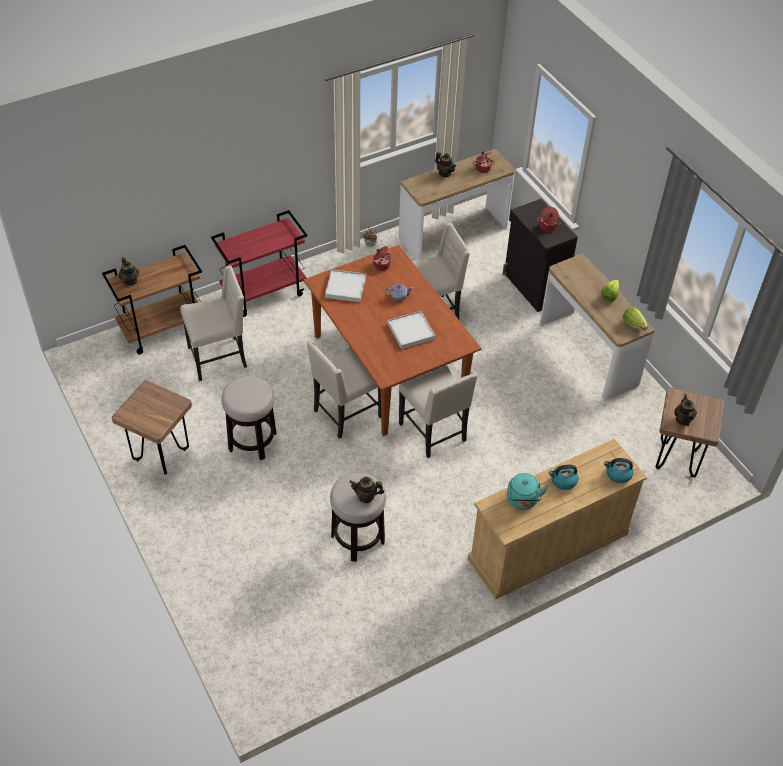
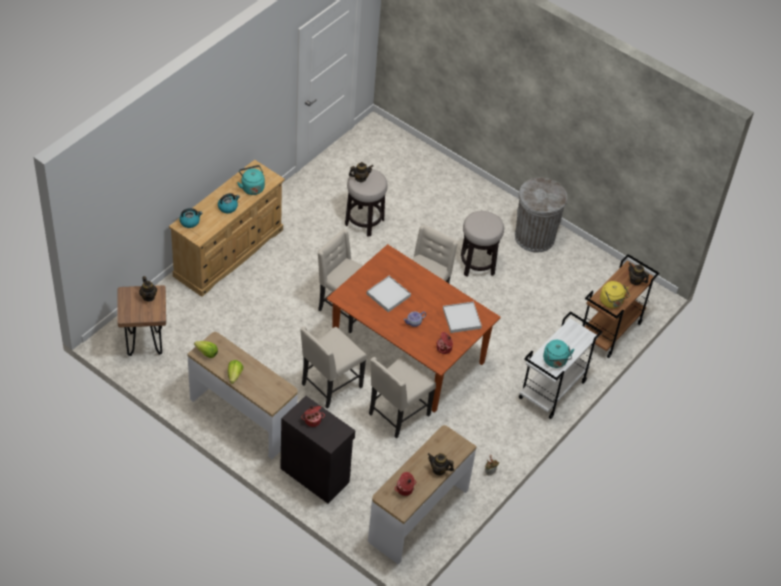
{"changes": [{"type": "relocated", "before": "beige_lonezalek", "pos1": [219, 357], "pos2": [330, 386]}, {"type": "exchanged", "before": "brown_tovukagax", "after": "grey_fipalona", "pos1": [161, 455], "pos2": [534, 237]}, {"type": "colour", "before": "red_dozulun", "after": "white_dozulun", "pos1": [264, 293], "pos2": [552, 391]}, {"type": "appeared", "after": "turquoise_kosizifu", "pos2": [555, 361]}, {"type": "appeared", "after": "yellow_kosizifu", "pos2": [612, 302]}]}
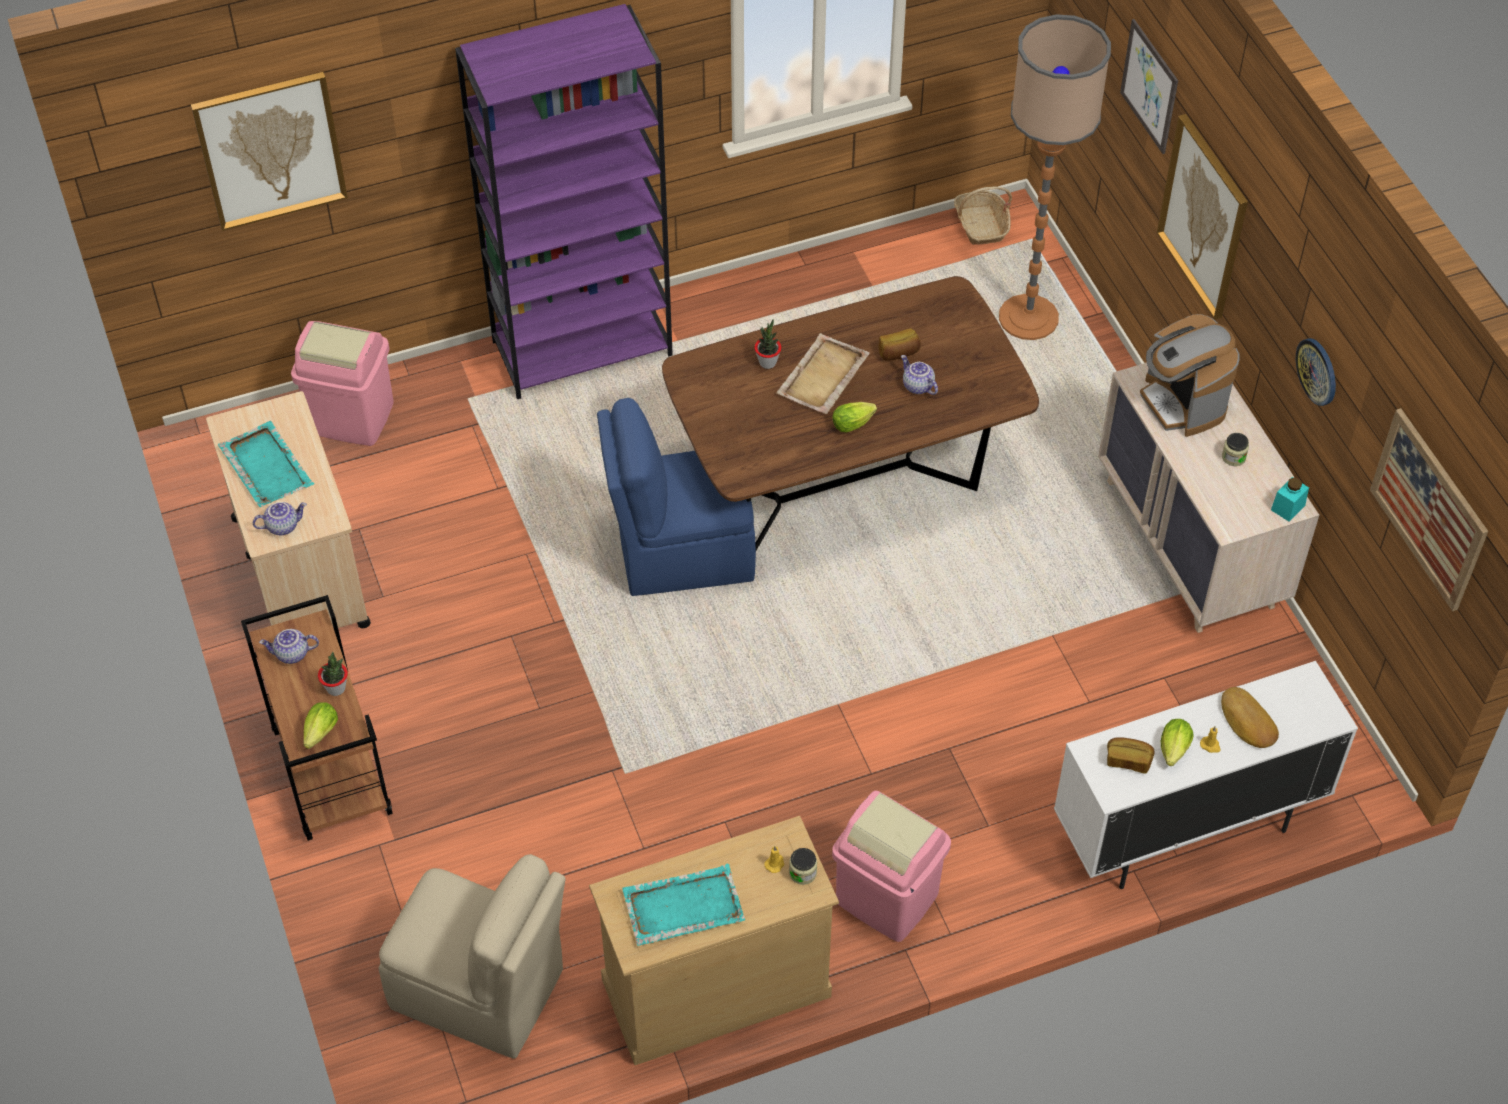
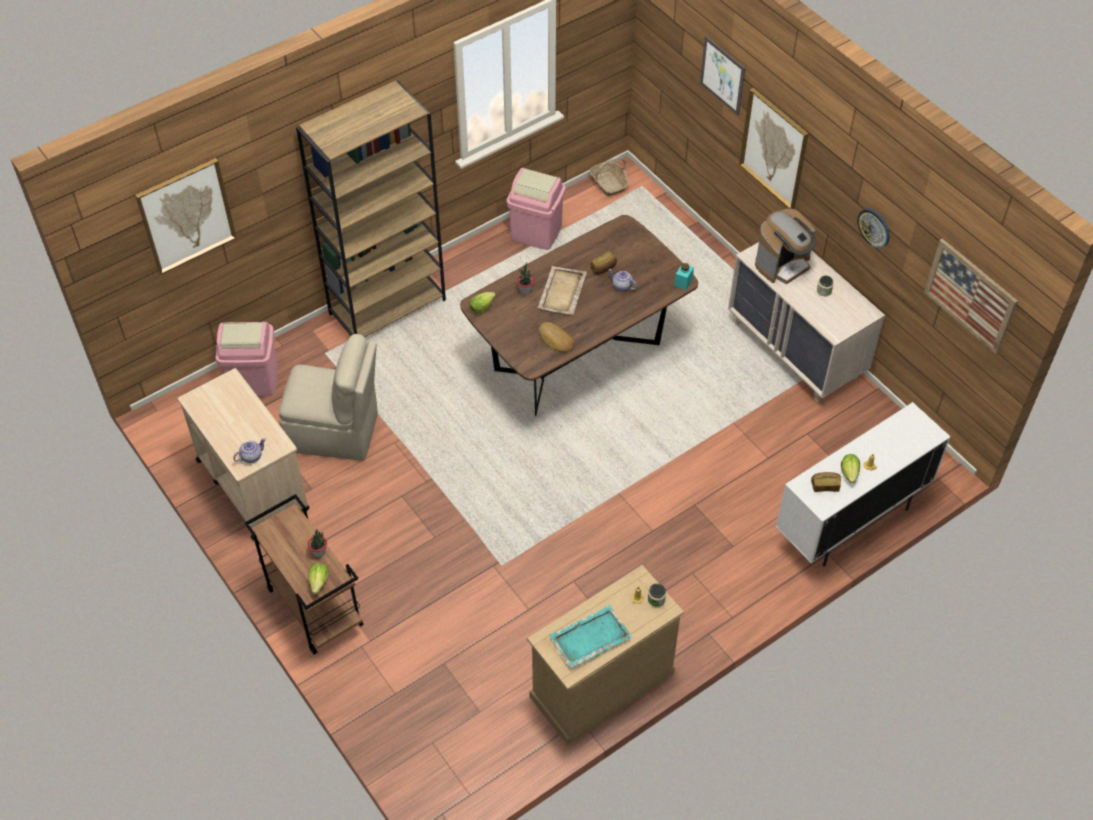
{"changes": [{"type": "relocated", "before": "beige_lonezalek", "pos1": [481, 991], "pos2": [335, 432]}, {"type": "colour", "before": "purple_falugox", "after": "brown_falugox", "pos1": [583, 347], "pos2": [388, 306]}, {"type": "relocated", "before": "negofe", "pos1": [854, 423], "pos2": [483, 306]}, {"type": "relocated", "before": "pink_fipalona", "pos1": [887, 897], "pos2": [536, 232]}, {"type": "relocated", "before": "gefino", "pos1": [1246, 722], "pos2": [555, 340]}, {"type": "relocated", "before": "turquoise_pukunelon", "pos1": [1288, 507], "pos2": [683, 282]}, {"type": "spun", "before": "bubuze", "pos1": [1182, 403], "pos2": [783, 264], "turn": -90}, {"type": "missing", "before": "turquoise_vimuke", "pos1": [266, 466]}, {"type": "missing", "before": "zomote", "pos1": [292, 654]}, {"type": "missing", "before": "blue_lonezalek", "pos1": [681, 551]}, {"type": "missing", "before": "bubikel", "pos1": [1028, 318]}]}
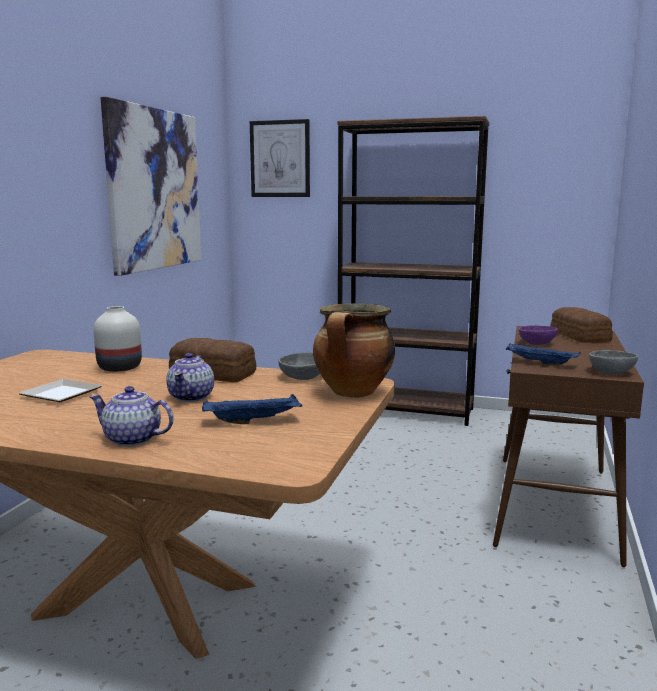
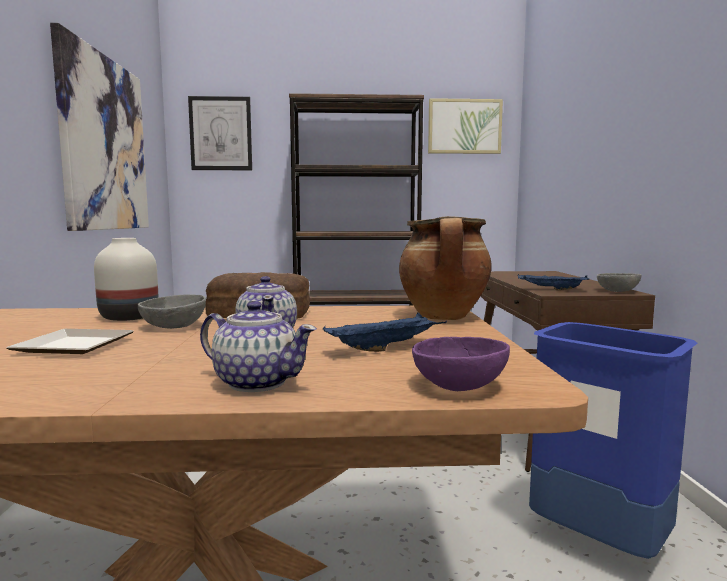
{"changes": [{"type": "relocated", "before": "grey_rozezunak", "pos1": [302, 378], "pos2": [173, 327]}, {"type": "spun", "before": "zomote", "pos1": [133, 439], "pos2": [256, 382], "turn": -150}, {"type": "relocated", "before": "purple_rozezunak", "pos1": [536, 343], "pos2": [457, 385]}, {"type": "appeared", "after": "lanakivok", "pos2": [464, 126]}, {"type": "appeared", "after": "blue_fipalona", "pos2": [598, 542]}, {"type": "missing", "before": "gefino", "pos1": [579, 336]}]}
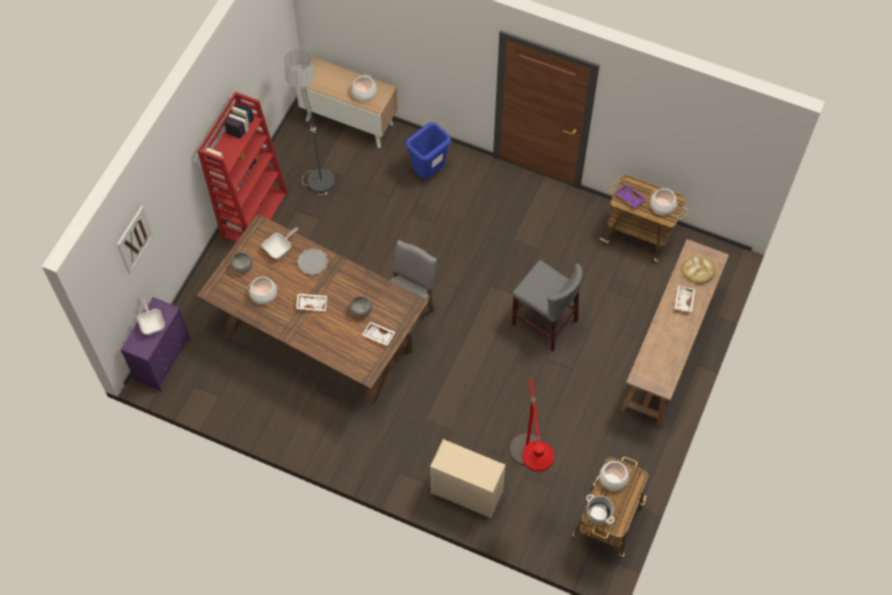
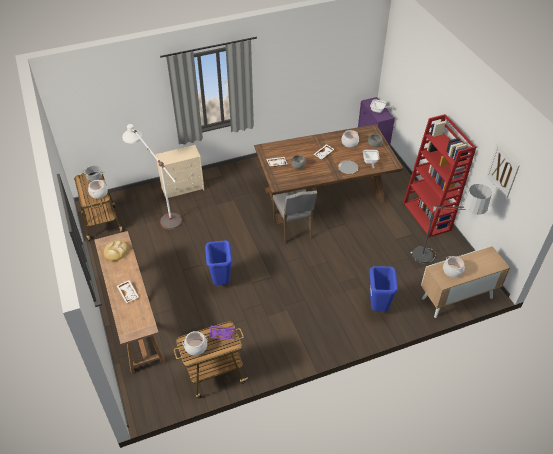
{"changes": [{"type": "relocated", "before": "gefino", "pos1": [698, 270], "pos2": [116, 251]}, {"type": "colour", "before": "red_bubikel", "after": "white_bubikel", "pos1": [527, 473], "pos2": [161, 214]}, {"type": "exchanged", "before": "grey_tovukagax", "after": "blue_fipalona", "pos1": [544, 322], "pos2": [221, 281]}, {"type": "relocated", "before": "lanakivok", "pos1": [134, 239], "pos2": [503, 170]}]}
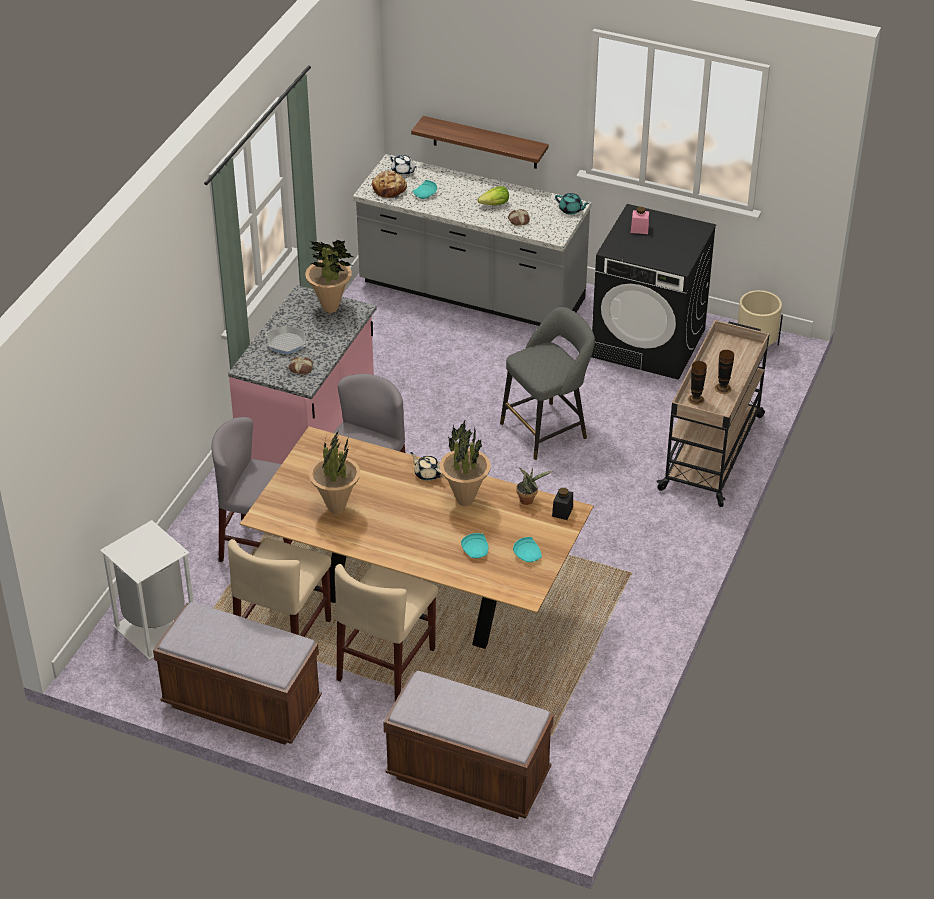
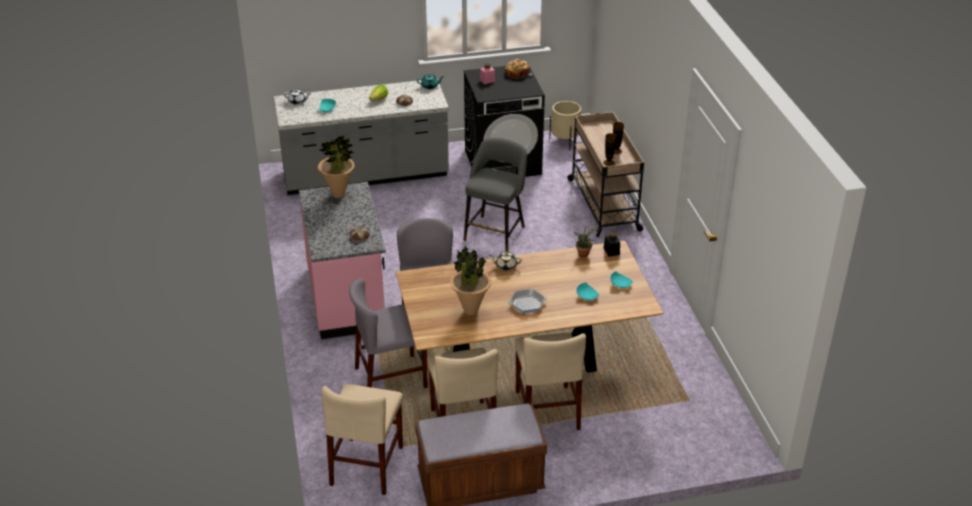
{"changes": [{"type": "exchanged", "before": "white_fipalona", "after": "beige_lonezalek", "pos1": [154, 627], "pos2": [367, 465]}, {"type": "relocated", "before": "gefino", "pos1": [390, 190], "pos2": [517, 73]}, {"type": "relocated", "before": "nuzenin", "pos1": [286, 343], "pos2": [527, 304]}, {"type": "missing", "before": "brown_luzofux", "pos1": [468, 776]}, {"type": "missing", "before": "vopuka", "pos1": [485, 143]}, {"type": "missing", "before": "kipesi", "pos1": [464, 500]}]}
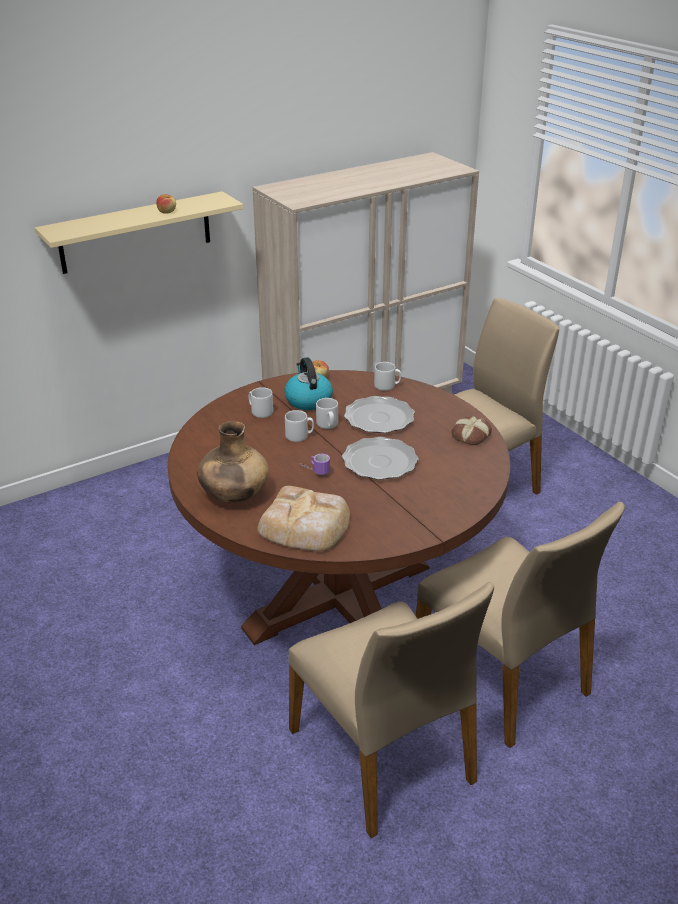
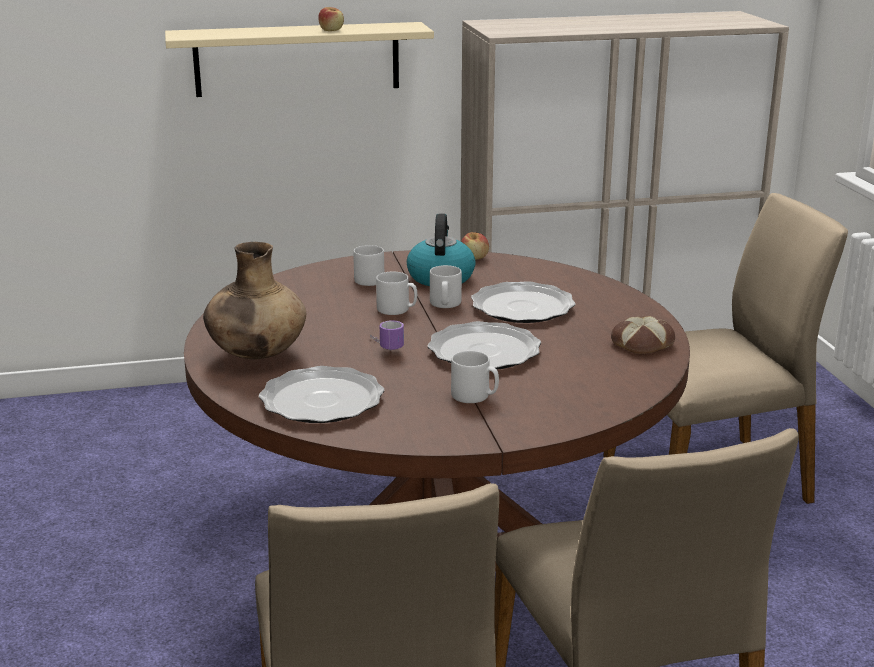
{"changes": [{"type": "exchanged", "before": "gefino", "after": "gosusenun", "pos1": [306, 526], "pos2": [322, 401]}, {"type": "relocated", "before": "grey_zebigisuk", "pos1": [387, 386], "pos2": [475, 396]}]}
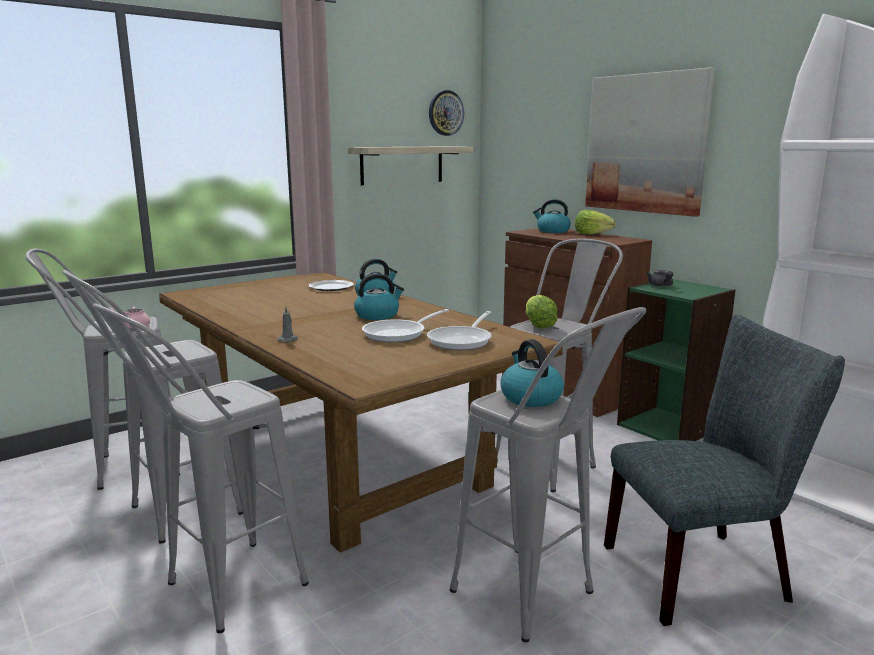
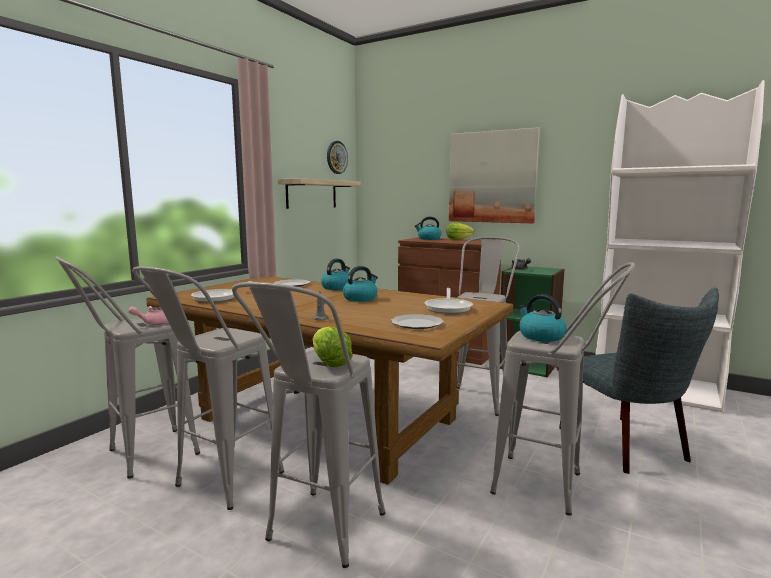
{"changes": [{"type": "relocated", "before": "nuzenin", "pos1": [399, 334], "pos2": [218, 297]}, {"type": "relocated", "before": "negofe", "pos1": [538, 325], "pos2": [330, 363]}, {"type": "appeared", "after": "gosusenun", "pos2": [417, 324]}, {"type": "spun", "before": "grey_lonezalek", "pos1": [705, 572], "pos2": [629, 447], "turn": 105}]}
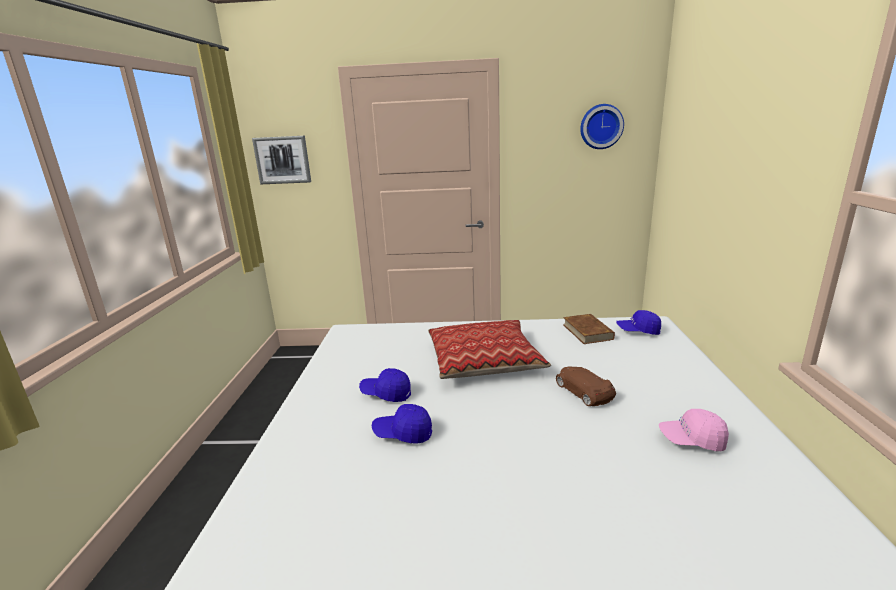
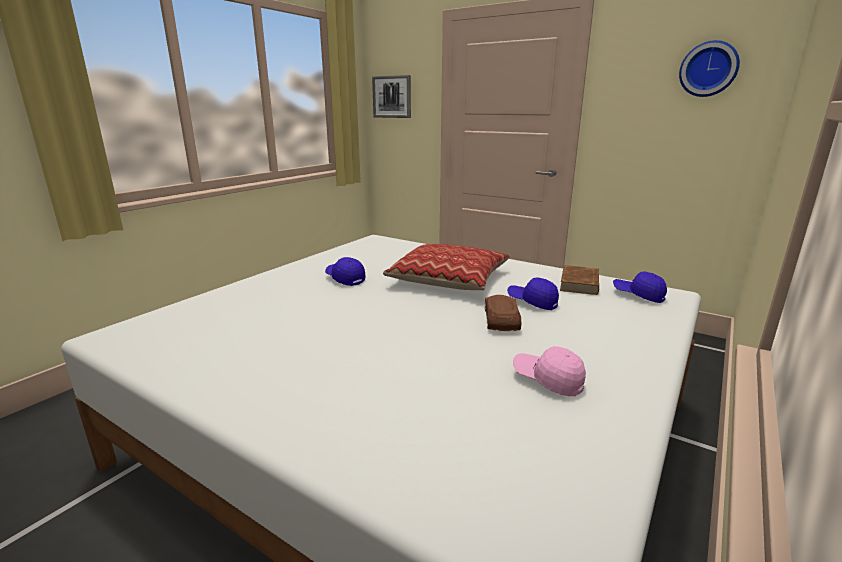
{"changes": [{"type": "relocated", "before": "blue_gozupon", "pos1": [403, 433], "pos2": [532, 302]}]}
